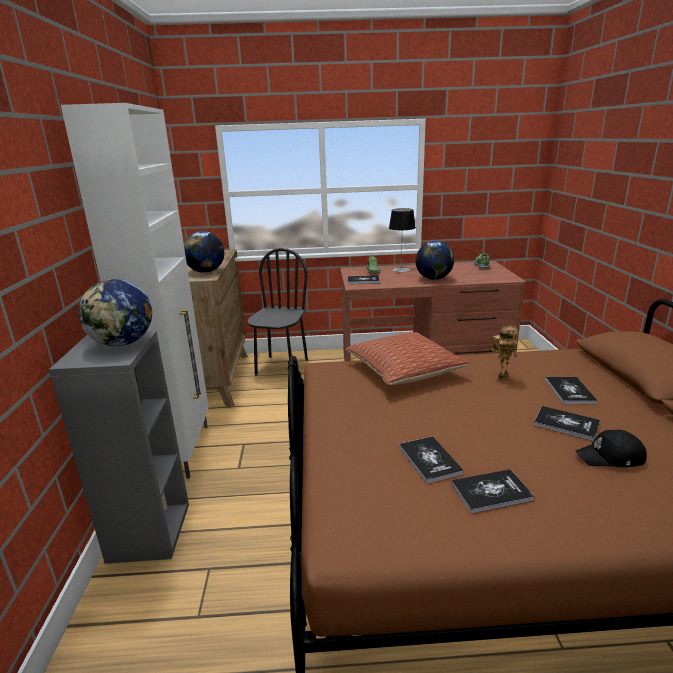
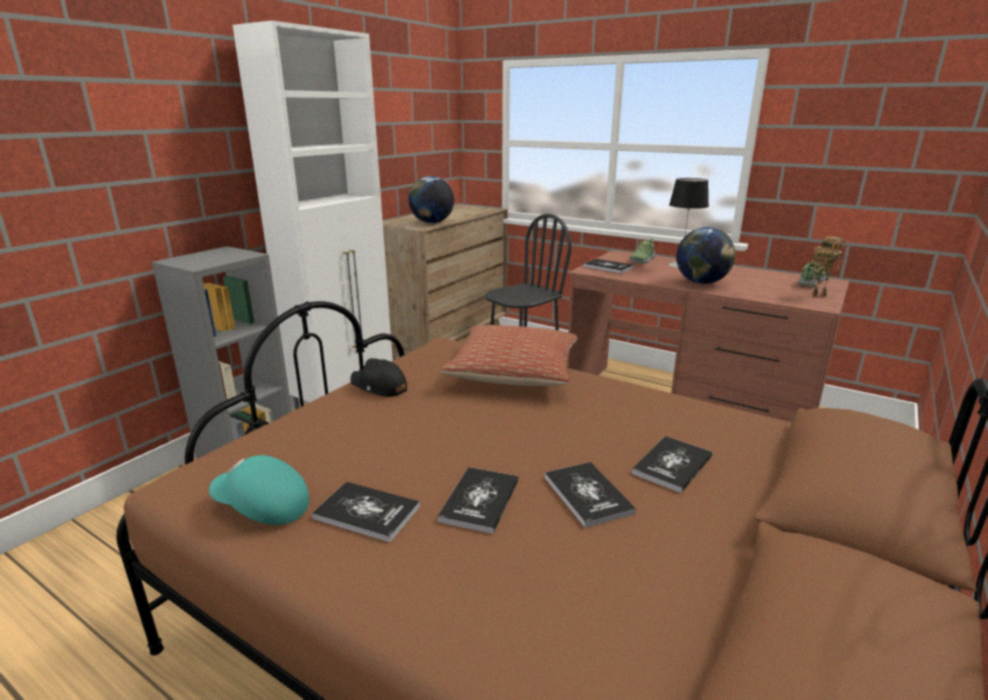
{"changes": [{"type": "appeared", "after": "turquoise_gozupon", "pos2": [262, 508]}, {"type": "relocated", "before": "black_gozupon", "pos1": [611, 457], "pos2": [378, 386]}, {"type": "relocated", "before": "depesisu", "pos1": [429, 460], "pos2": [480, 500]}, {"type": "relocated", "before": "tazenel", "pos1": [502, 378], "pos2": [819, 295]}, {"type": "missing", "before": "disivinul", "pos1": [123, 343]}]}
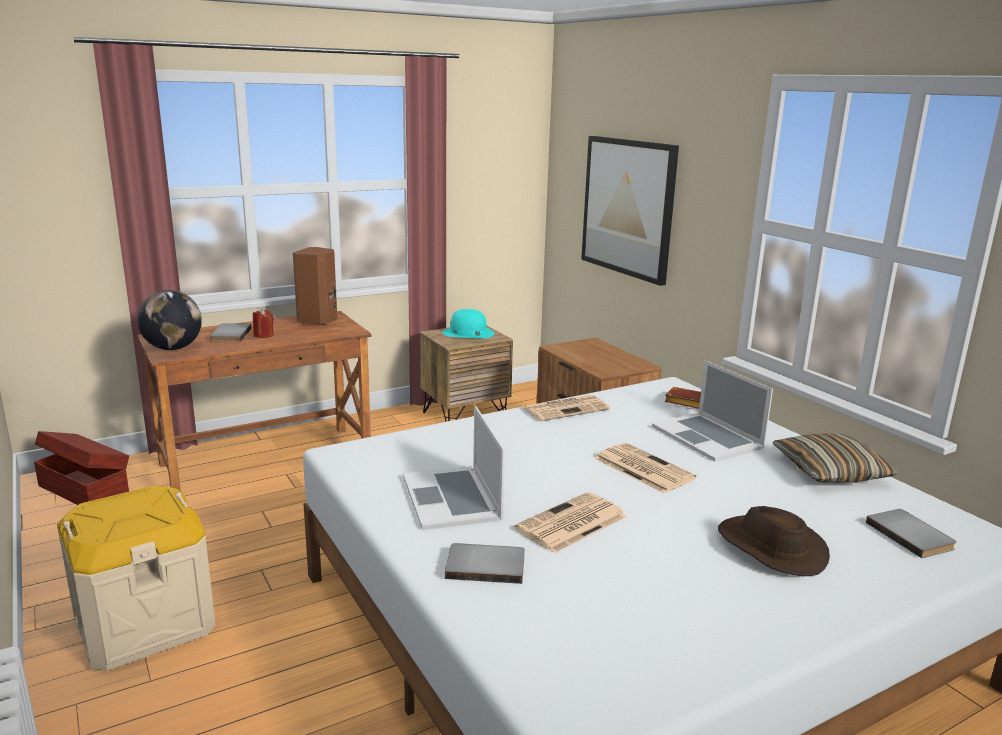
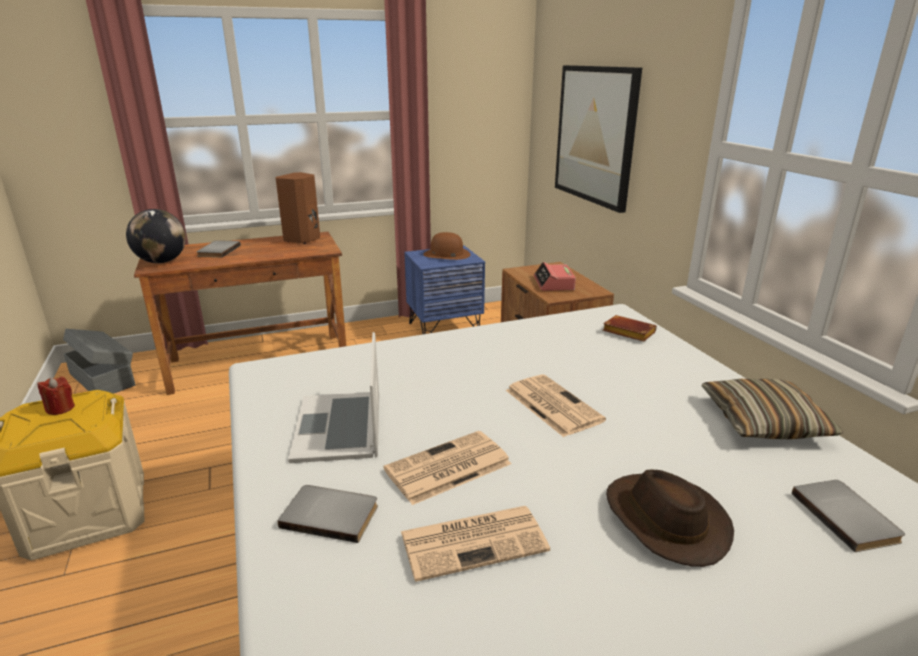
{"changes": [{"type": "relocated", "before": "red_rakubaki", "pos1": [263, 335], "pos2": [60, 408]}, {"type": "colour", "before": "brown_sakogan", "after": "grey_sakogan", "pos1": [84, 489], "pos2": [103, 379]}, {"type": "relocated", "before": "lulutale", "pos1": [566, 408], "pos2": [475, 541]}, {"type": "colour", "before": "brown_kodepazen", "after": "blue_kodepazen", "pos1": [464, 416], "pos2": [444, 329]}, {"type": "colour", "before": "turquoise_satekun", "after": "brown_satekun", "pos1": [468, 333], "pos2": [446, 254]}, {"type": "appeared", "after": "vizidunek", "pos2": [554, 284]}, {"type": "missing", "before": "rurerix", "pos1": [707, 437]}]}
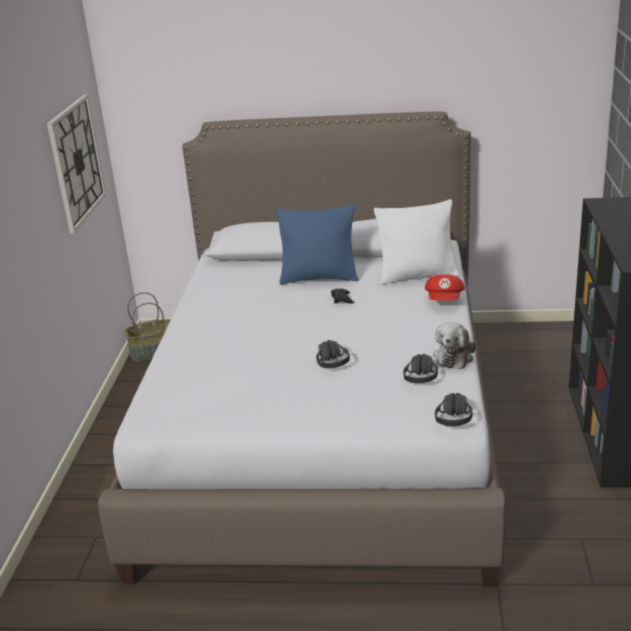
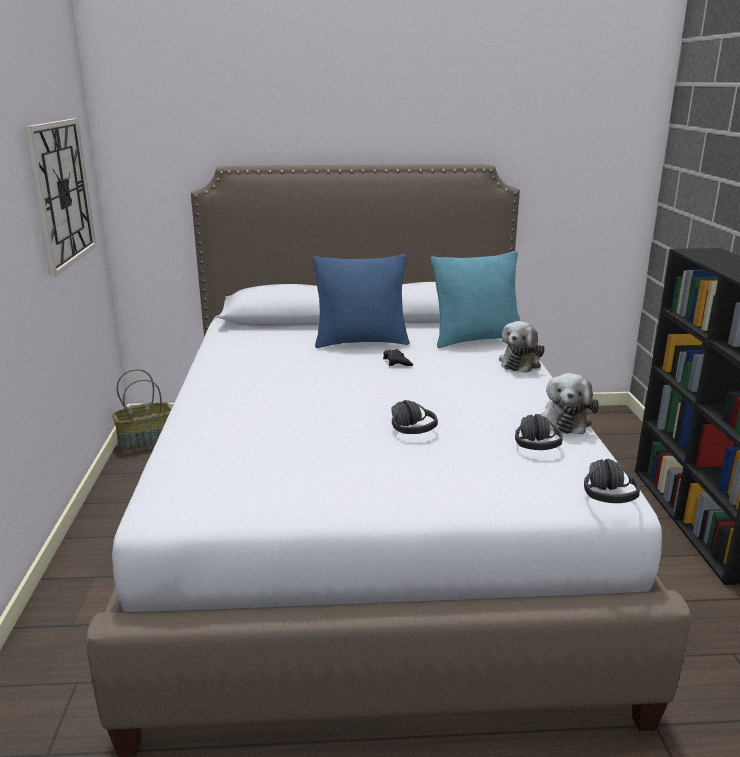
{"changes": [{"type": "colour", "before": "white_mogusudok", "after": "turquoise_mogusudok", "pos1": [417, 275], "pos2": [476, 339]}, {"type": "exchanged", "before": "red_gozupon", "after": "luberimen", "pos1": [445, 300], "pos2": [521, 362]}]}
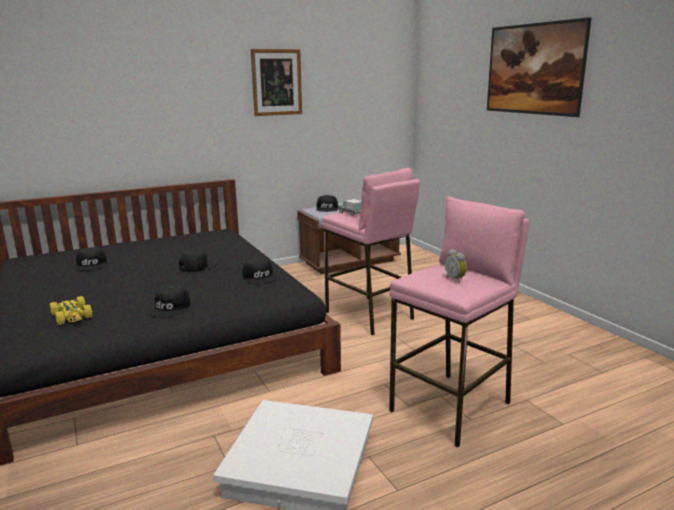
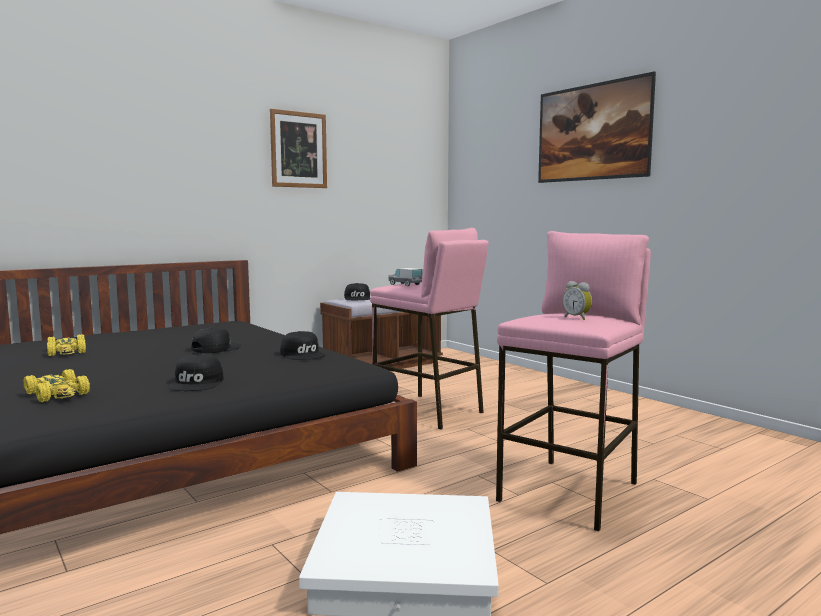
{"changes": [{"type": "exchanged", "before": "black_gozupon", "after": "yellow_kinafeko", "pos1": [92, 265], "pos2": [67, 351]}]}
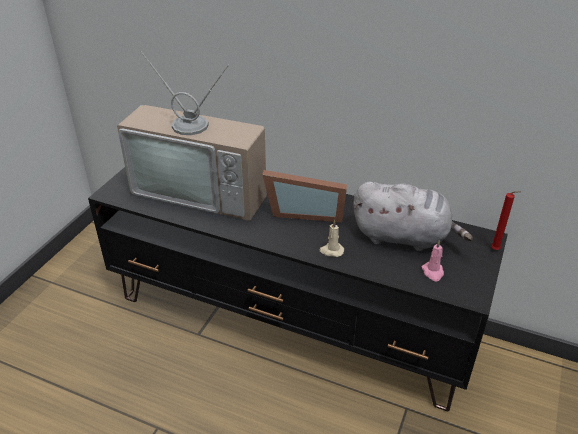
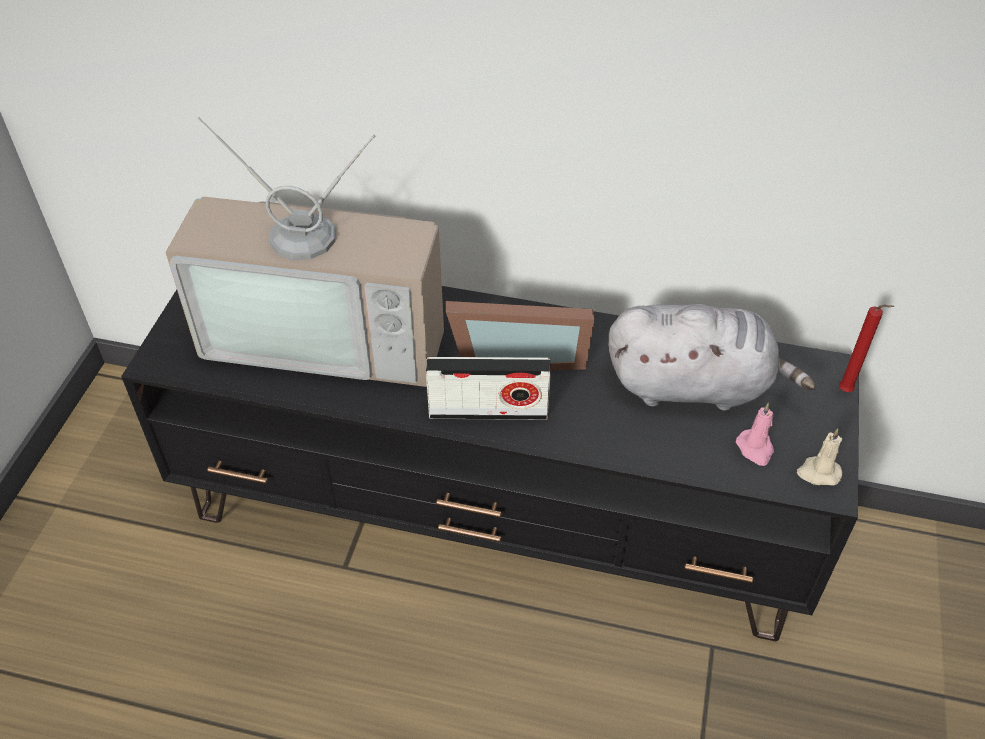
{"changes": [{"type": "appeared", "after": "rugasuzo", "pos2": [488, 410]}, {"type": "relocated", "before": "beige_rakubaki", "pos1": [331, 251], "pos2": [818, 472]}]}
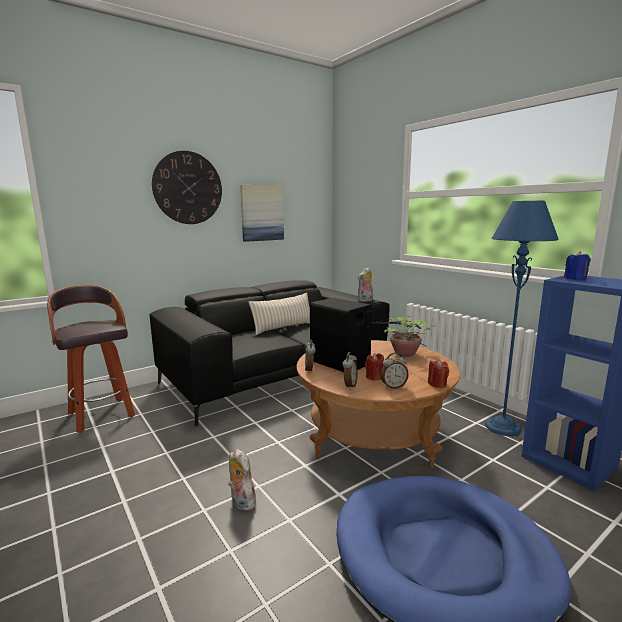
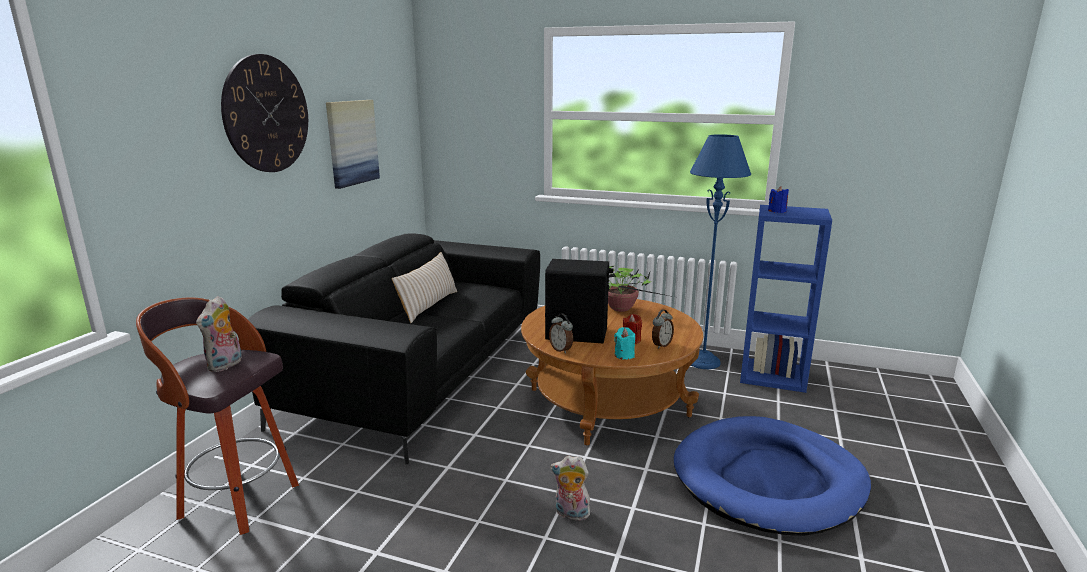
{"changes": [{"type": "relocated", "before": "luberimen", "pos1": [365, 300], "pos2": [225, 365]}, {"type": "exchanged", "before": "vizidunek", "after": "turquoise_rakubaki", "pos1": [349, 386], "pos2": [624, 355]}, {"type": "missing", "before": "red_rakubaki", "pos1": [437, 384]}]}
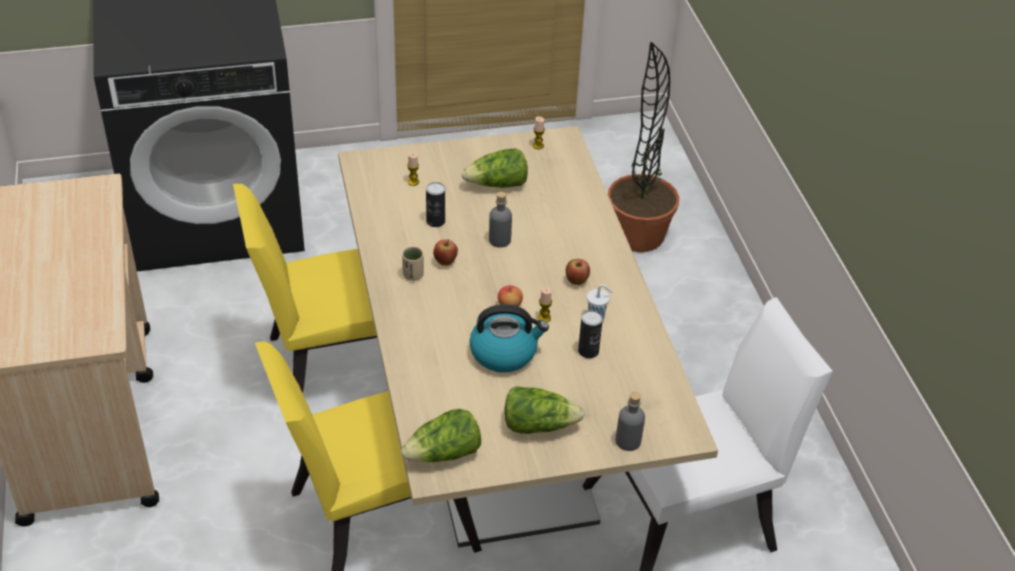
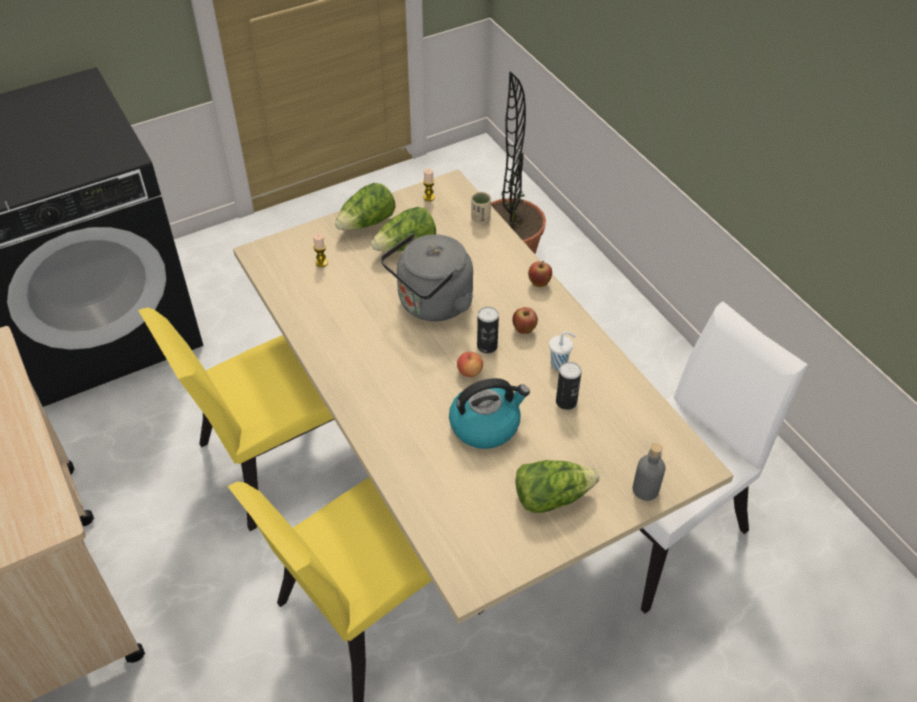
{"changes": [{"type": "relocated", "before": "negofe", "pos1": [444, 454], "pos2": [367, 223]}, {"type": "exchanged", "before": "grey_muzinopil", "after": "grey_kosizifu", "pos1": [499, 240], "pos2": [432, 304]}, {"type": "relocated", "before": "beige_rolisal", "pos1": [413, 275], "pos2": [480, 219]}, {"type": "relocated", "before": "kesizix", "pos1": [435, 221], "pos2": [487, 346]}, {"type": "relocated", "before": "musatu", "pos1": [445, 262], "pos2": [539, 283]}, {"type": "missing", "before": "rakubaki", "pos1": [544, 318]}]}
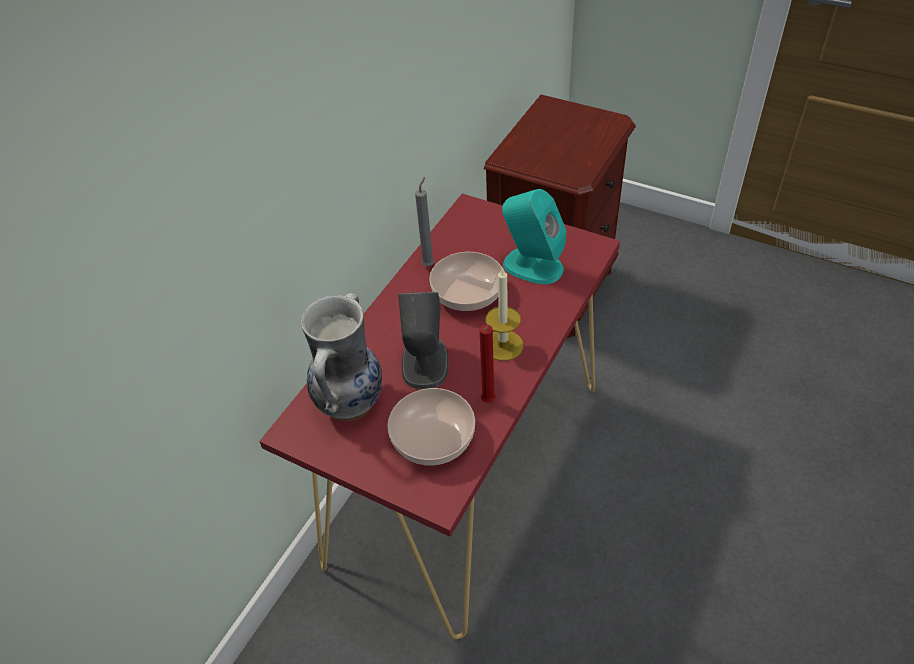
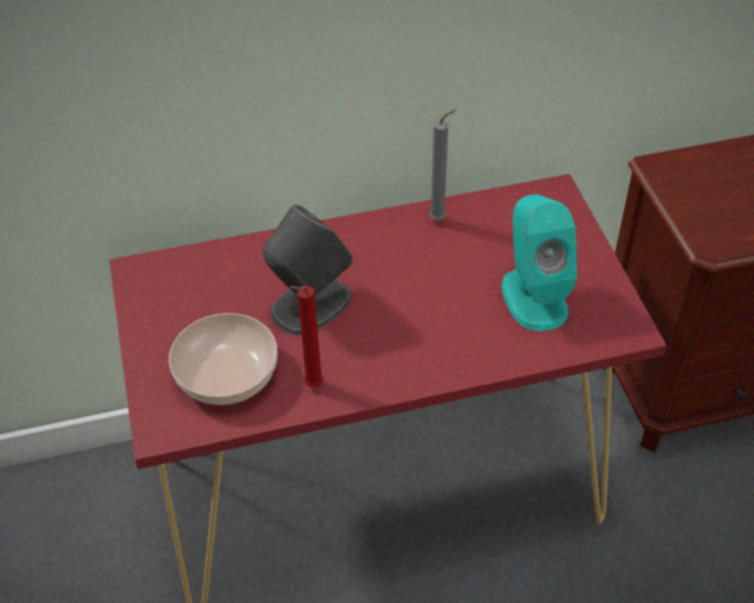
{"changes": [{"type": "missing", "before": "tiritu", "pos1": [351, 403]}, {"type": "missing", "before": "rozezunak", "pos1": [466, 293]}, {"type": "missing", "before": "rakubaki", "pos1": [503, 345]}]}
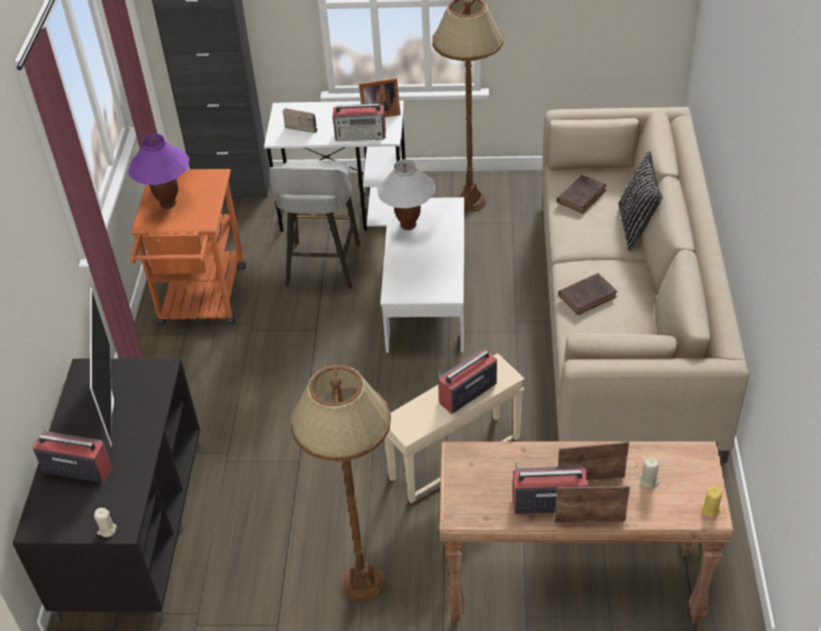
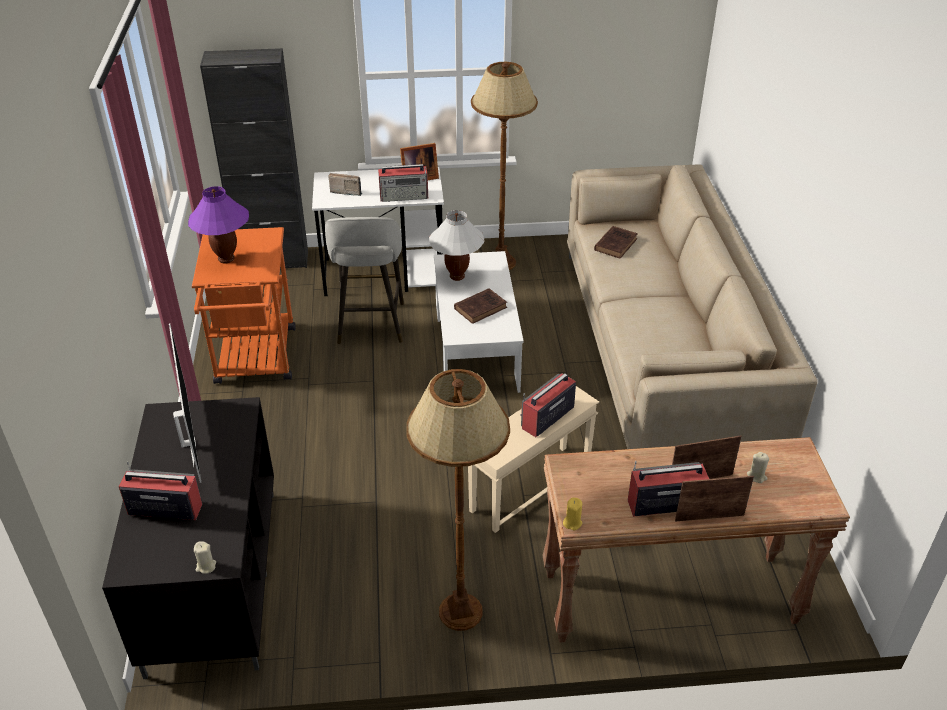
{"changes": [{"type": "relocated", "before": "brown_depesisu", "pos1": [588, 296], "pos2": [481, 308]}, {"type": "relocated", "before": "yellow_rakubaki", "pos1": [710, 509], "pos2": [572, 522]}, {"type": "missing", "before": "black_mogusudok", "pos1": [636, 226]}]}
